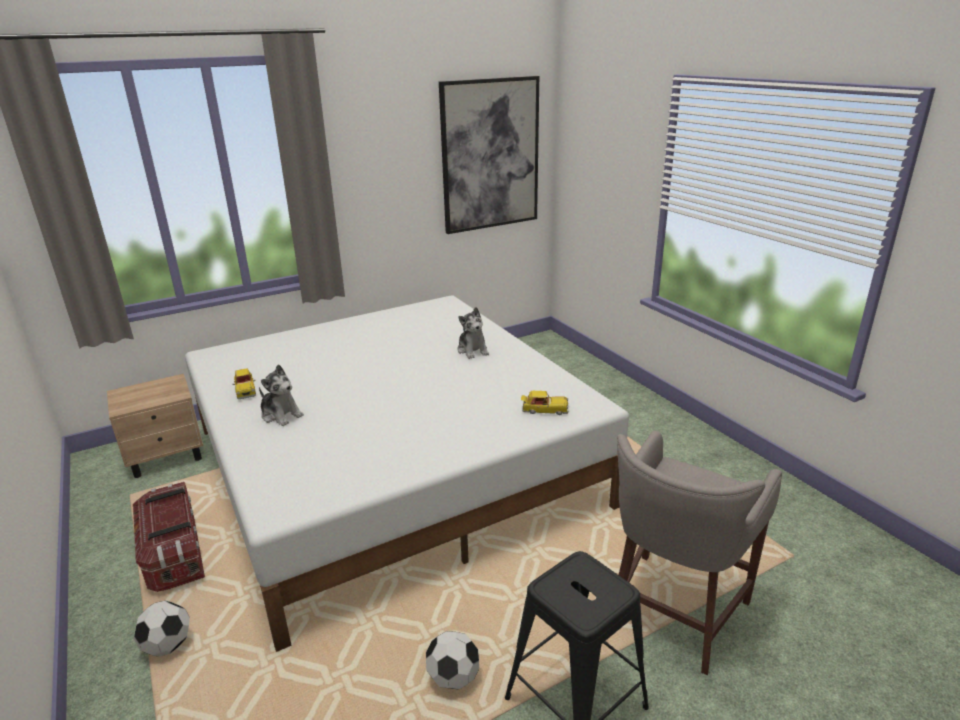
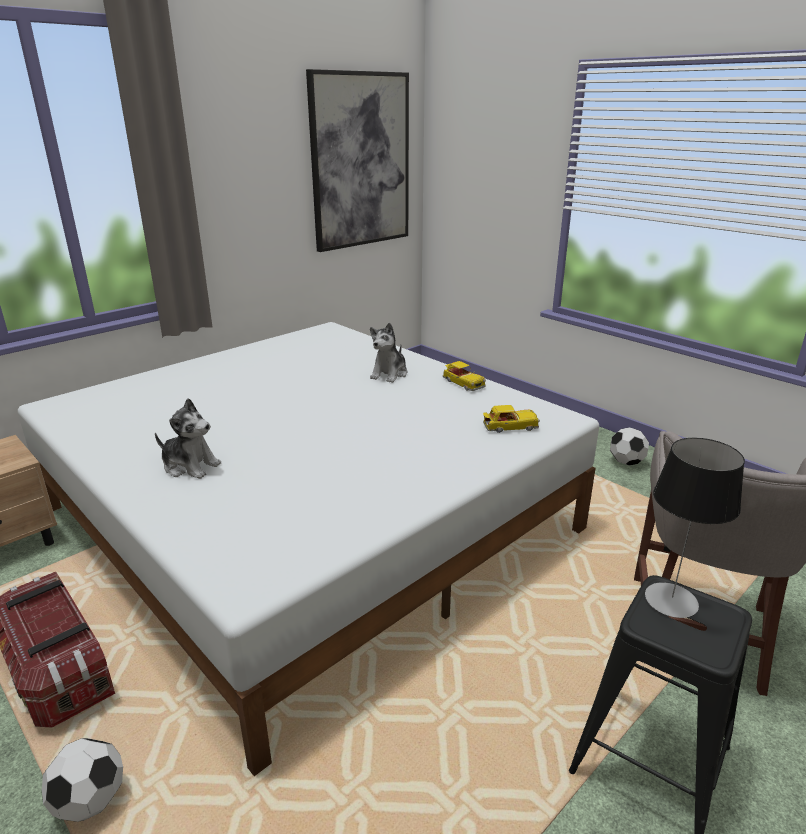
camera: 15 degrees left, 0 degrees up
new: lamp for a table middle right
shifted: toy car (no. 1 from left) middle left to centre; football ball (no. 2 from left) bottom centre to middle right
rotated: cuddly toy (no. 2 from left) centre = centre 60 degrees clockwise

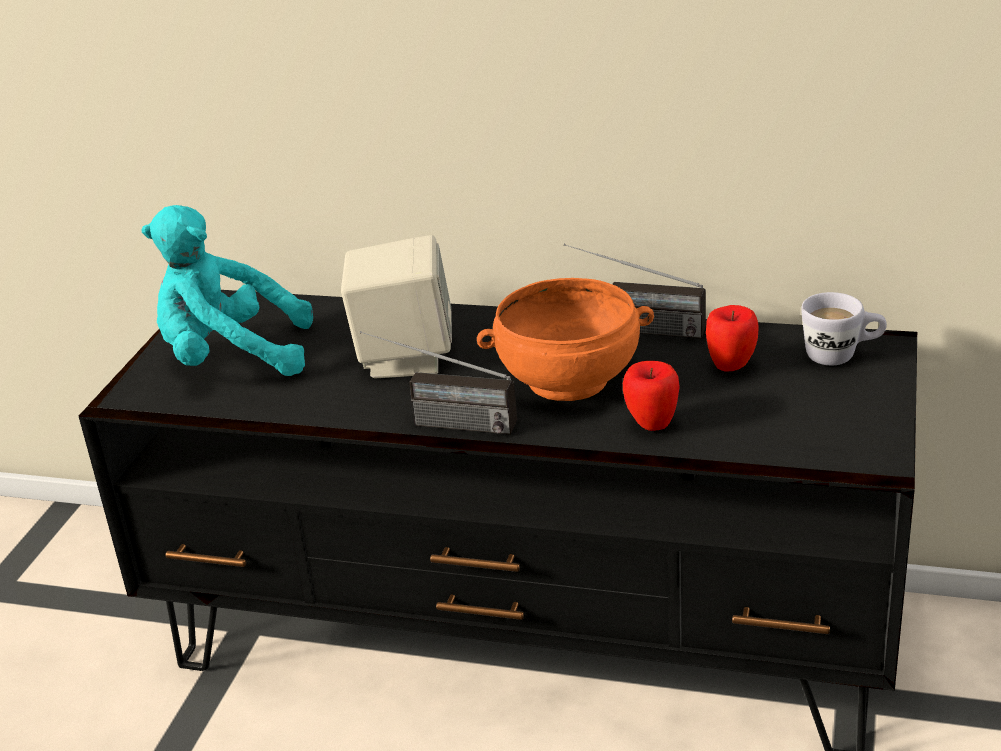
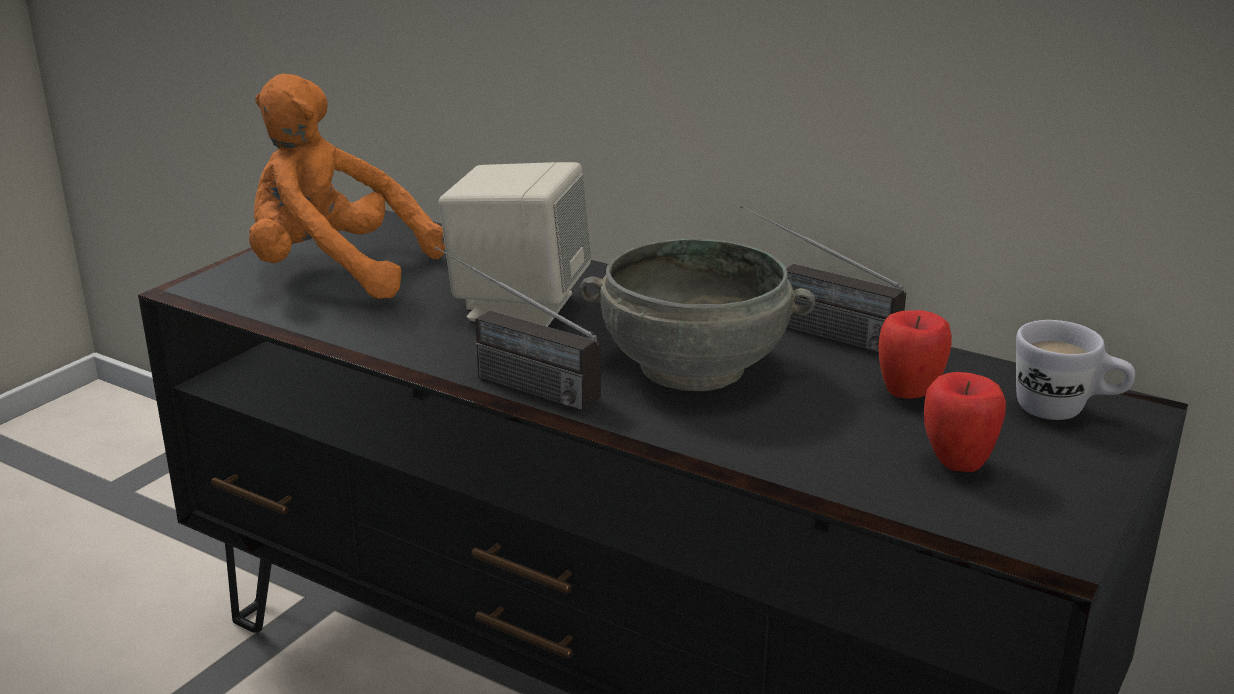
camera: 15 degrees right, 5 degrees down
shifted: apple fruit (no. 1 from left in the first image) centre to apple fruit (no. 2 from left) middle right
repainted: cuddly toy (turquoise) middle left to cuddly toy (orange-coloured) top left; deep dish (orange-coloured) centre to deep dish (greyish) centre

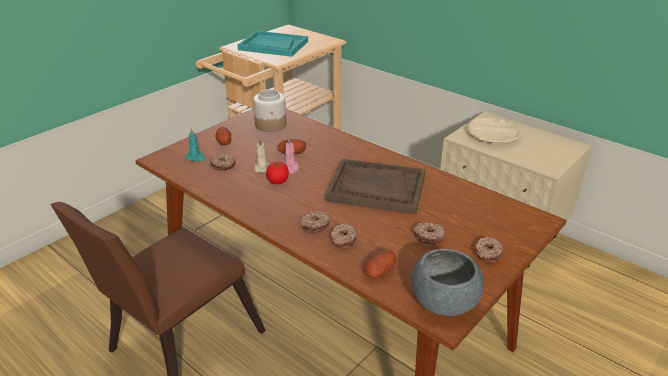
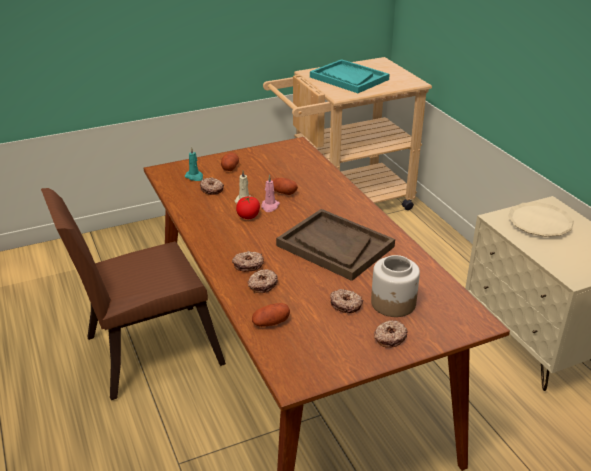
camera: 25 degrees right, 0 degrees up
gone: deep dish (greyish) bottom right
shifted: jar top centre to middle right

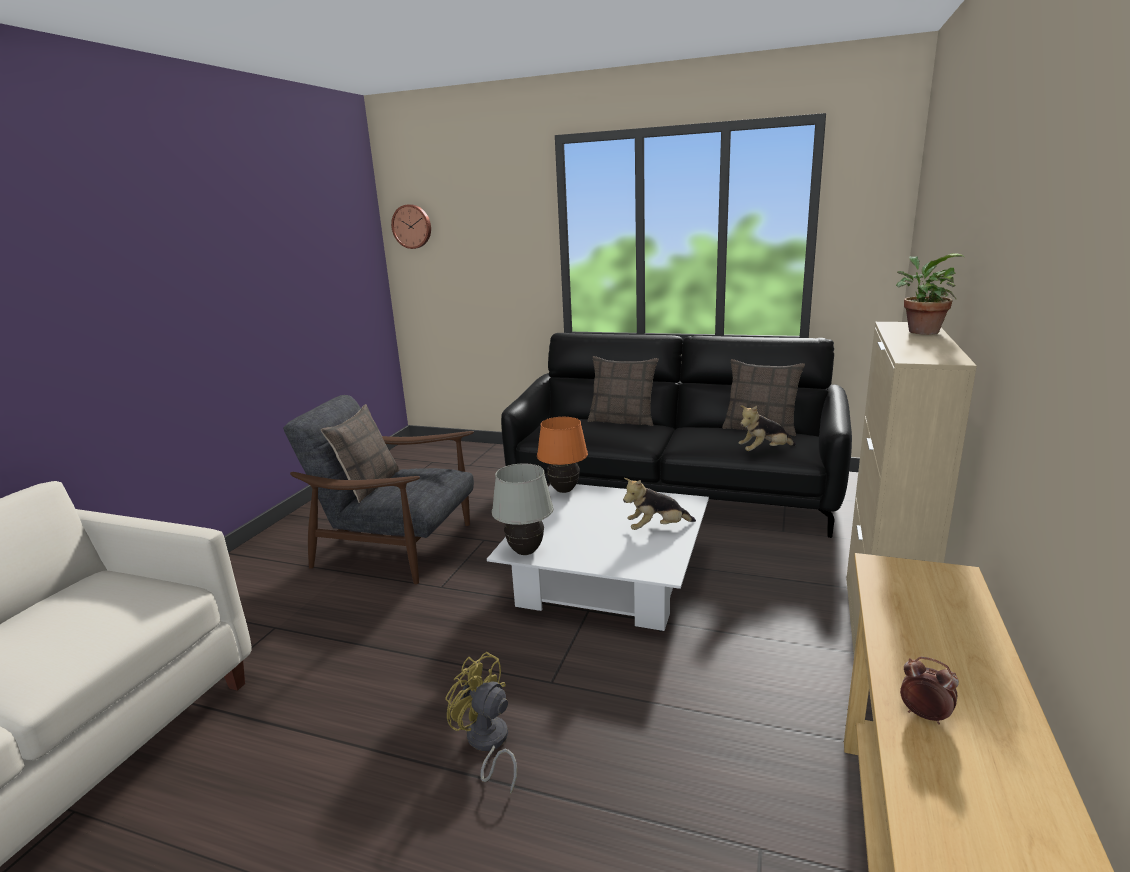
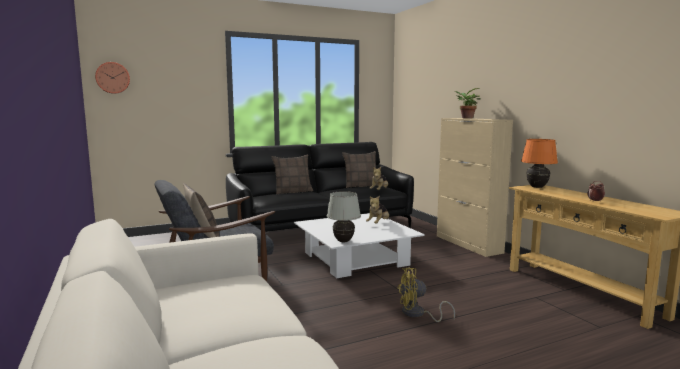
camera: 45 degrees left, 10 degrees down
shifted: lamp for a table (orange-coloured) centre to middle right

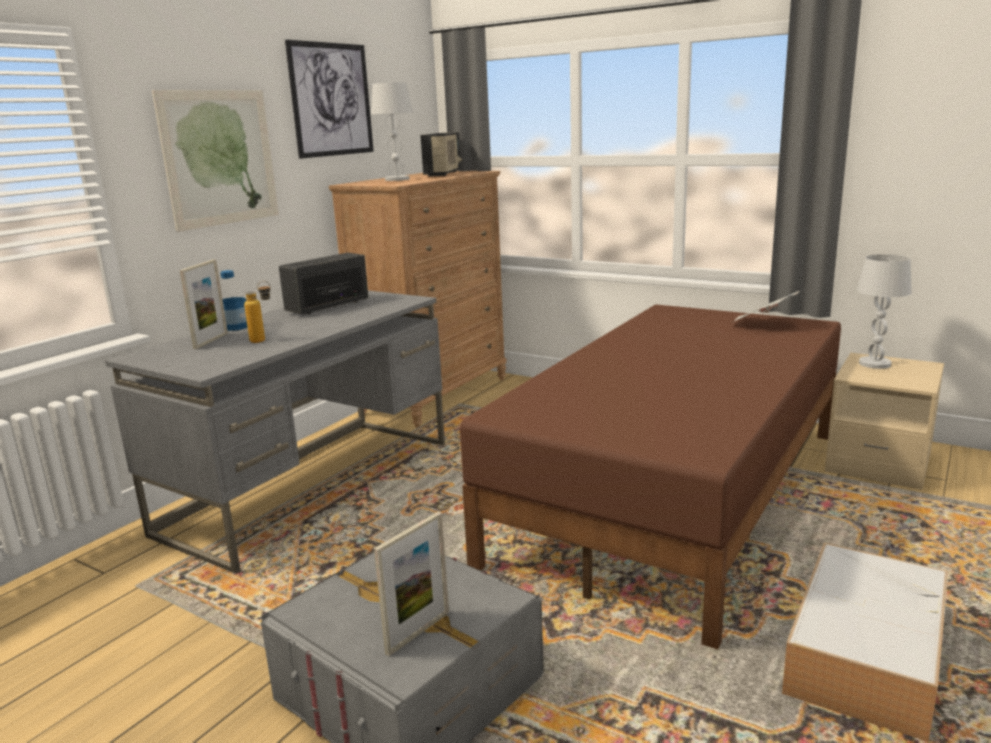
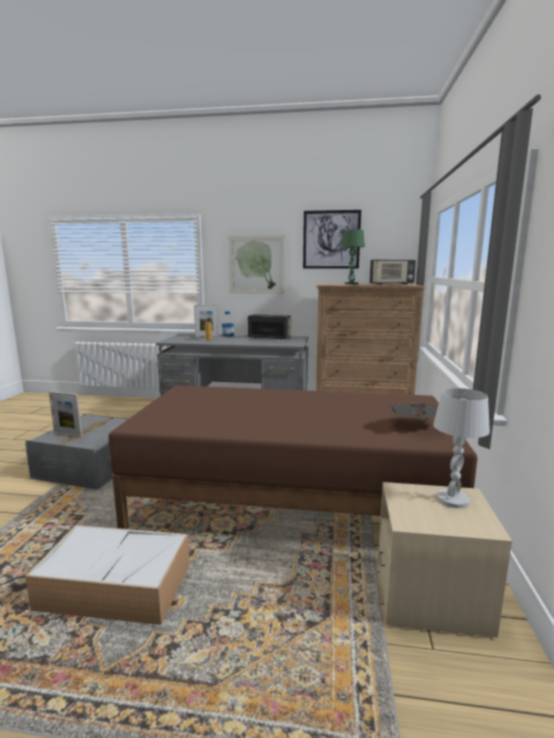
camera: 65 degrees right, 5 degrees down
repainted: lamp for a table (white) (no. 1 from left) top centre to lamp for a table (green-coloured) centre

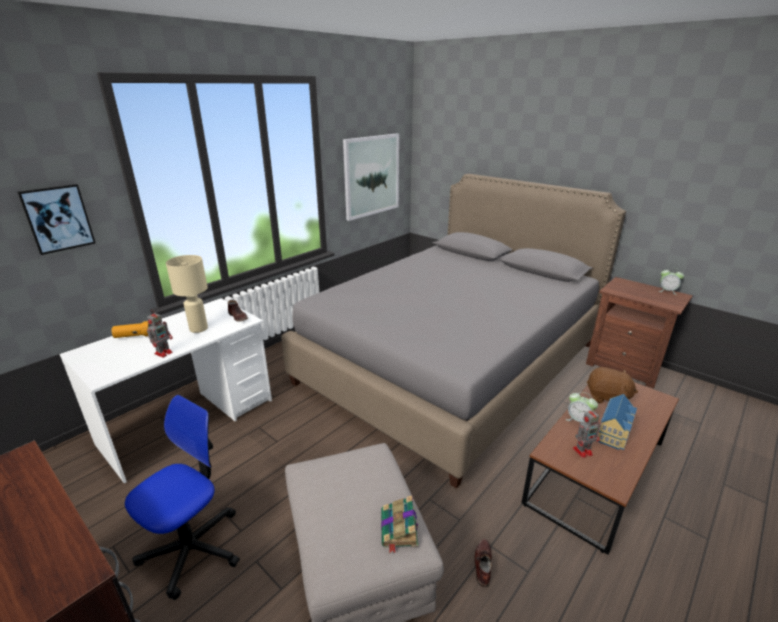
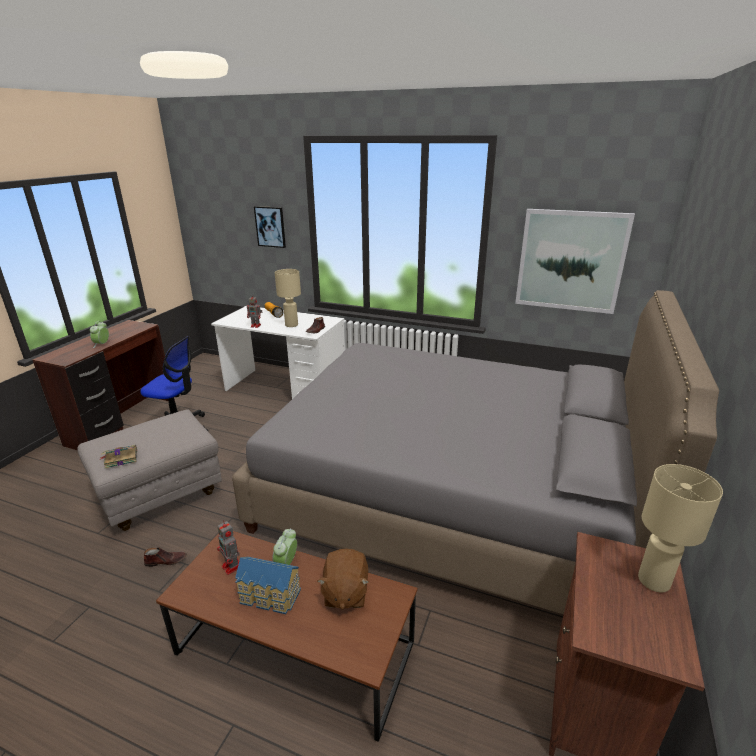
camera: 70 degrees right, 0 degrees up
new: lamp for a table (sand-coloured) (no. 2 from left) bottom right
shifted: bedside clock (no. 2 from left in the first image) middle right to bedside clock (no. 1 from left) middle left

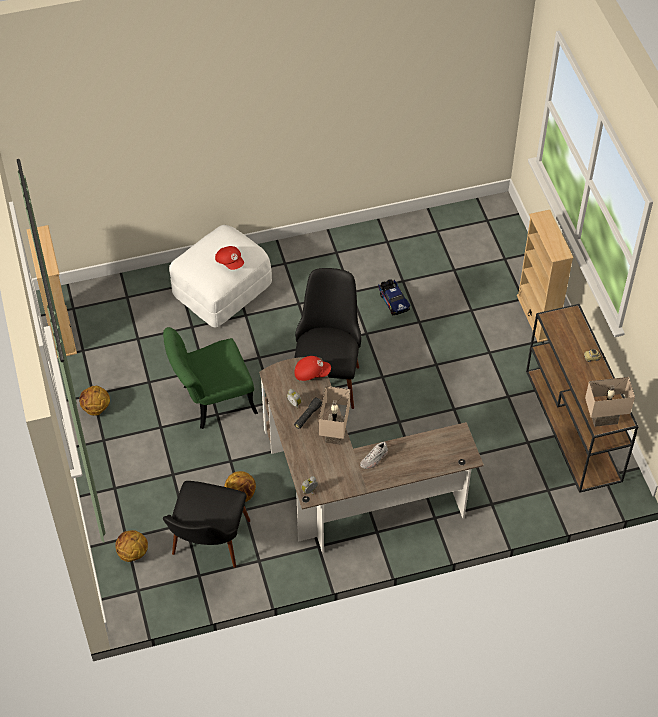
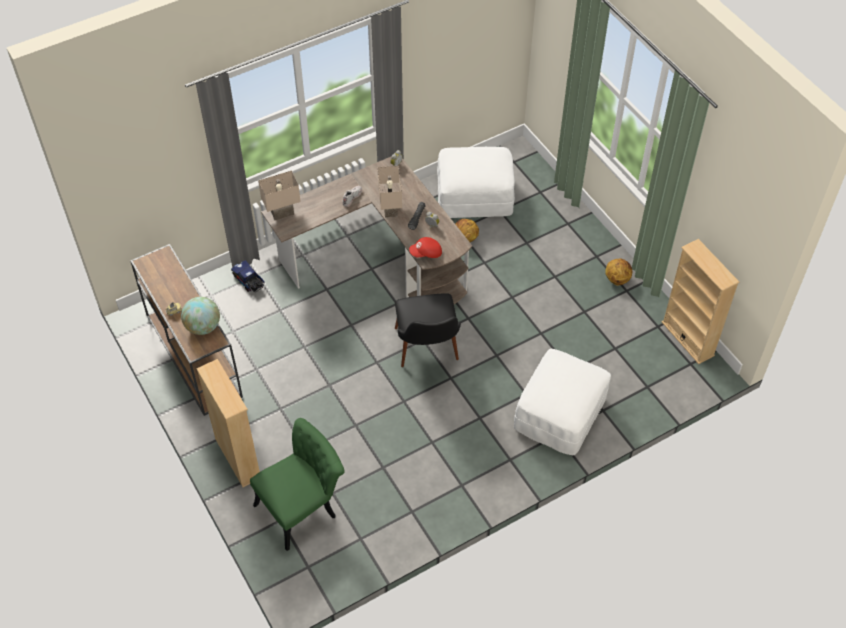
camera: 165 degrees right, 0 degrees up
gone: basketball (no. 2 from left) bottom left; baseball cap (reddish) (no. 1 from left) centre
new: world globe middle left
shifted: model truck centre to middle left; upright chair (green-coloured) middle left to bottom centre; lamp for a table (sand-coloured) (no. 2 from left in the first image) middle right to lamp for a table (sand-coloured) (no. 1 from left) top left
swapped: upright chair (black) (no. 1 from left) bottom left to ottoman (white) (no. 1 from left) top centre

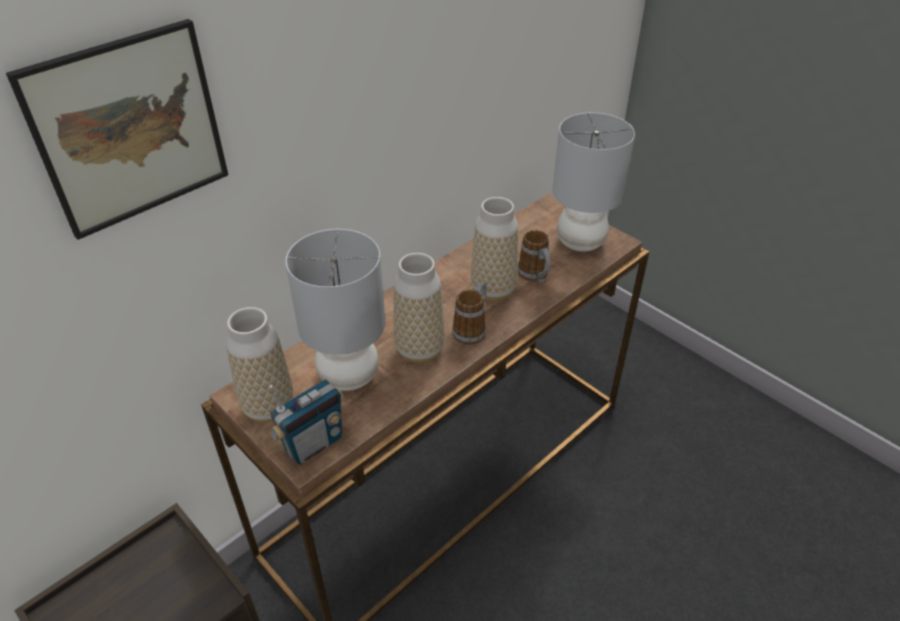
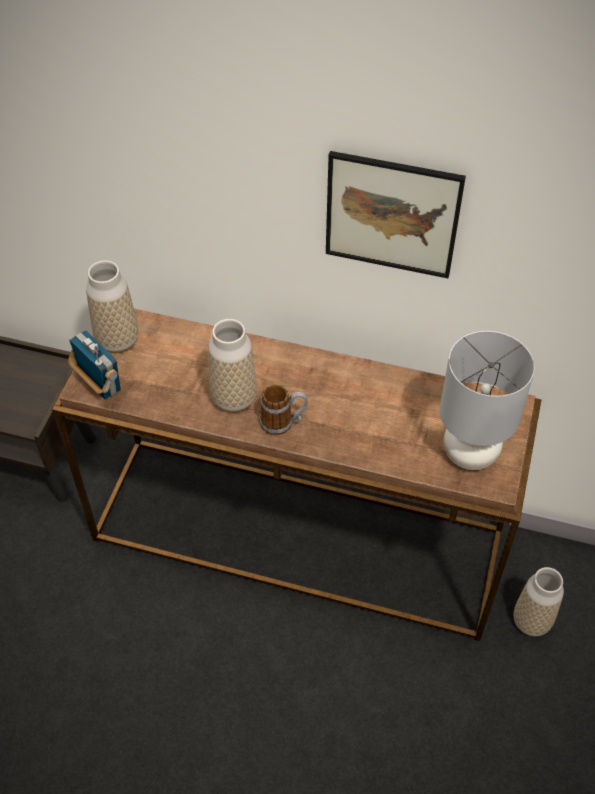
camera: 60 degrees right, 10 degrees up
gone: lamp for a table (greyish) (no. 1 from left) centre; tea mug (no. 2 from left) centre
shifted: wall picture top left to top centre; decorative vase (no. 3 from left) centre to bottom right
rotated: radio receiver bottom centre = middle left 150 degrees counterclockwise

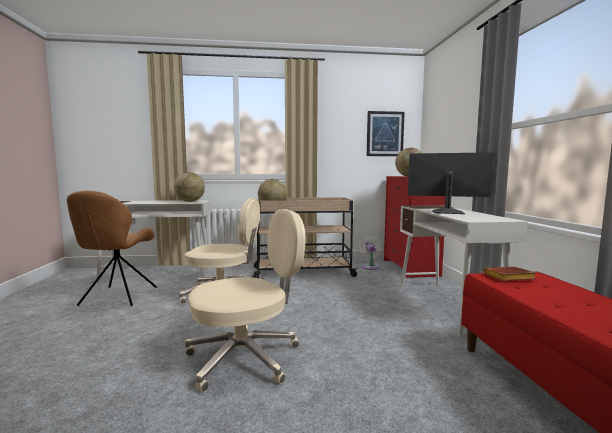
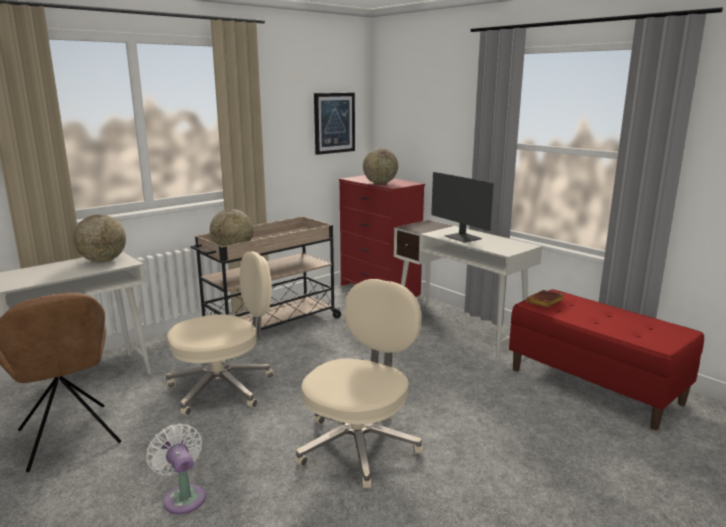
camera: 35 degrees left, 10 degrees up
shifted: electric fan (white) centre to bottom left
rotated: monitor middle right = centre 105 degrees counterclockwise

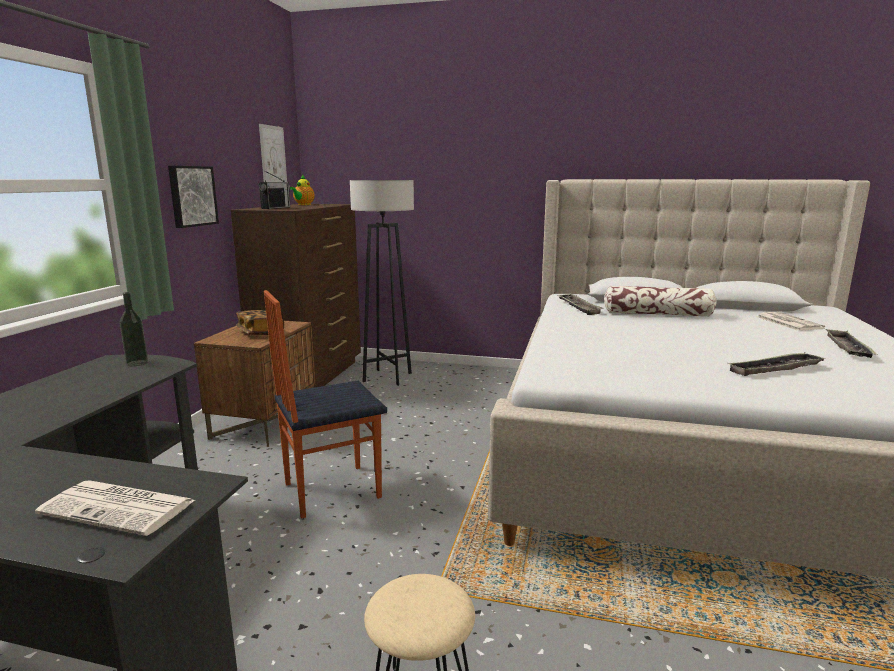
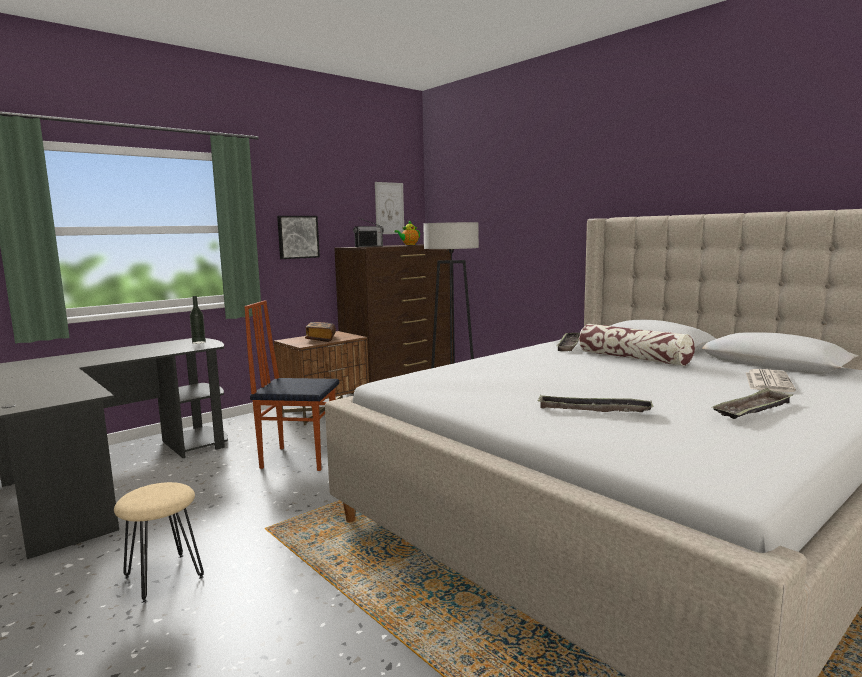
camera: 35 degrees right, 5 degrees down
gone: printed paper (no. 1 from left) bottom left

